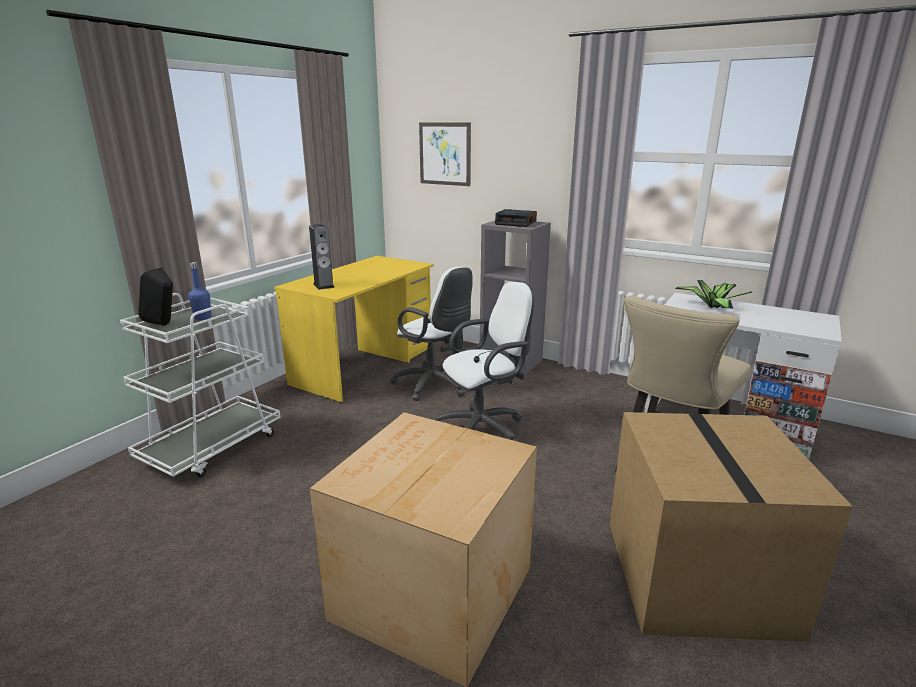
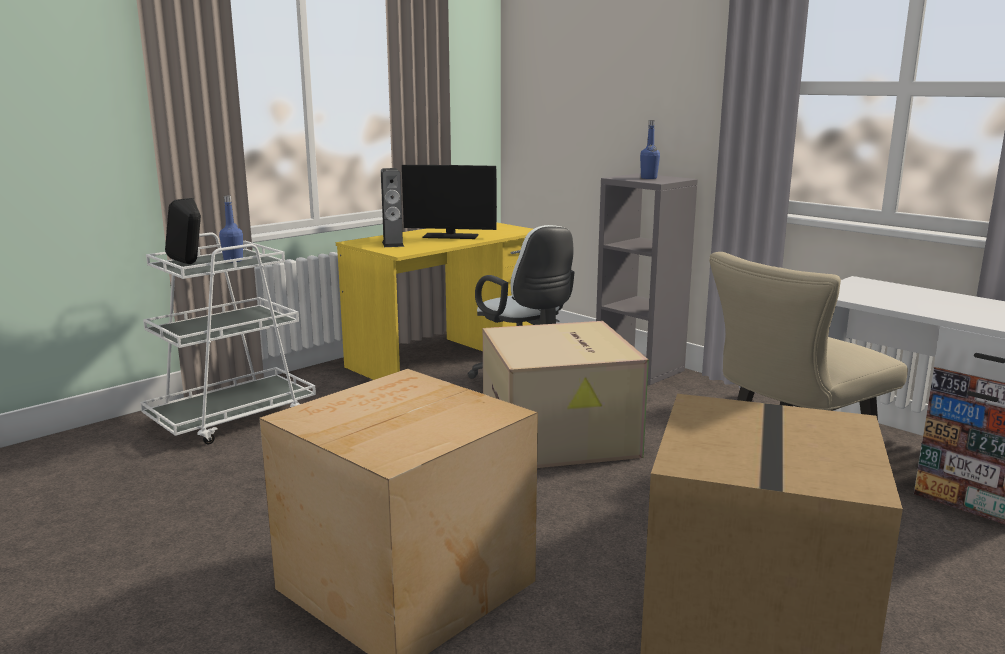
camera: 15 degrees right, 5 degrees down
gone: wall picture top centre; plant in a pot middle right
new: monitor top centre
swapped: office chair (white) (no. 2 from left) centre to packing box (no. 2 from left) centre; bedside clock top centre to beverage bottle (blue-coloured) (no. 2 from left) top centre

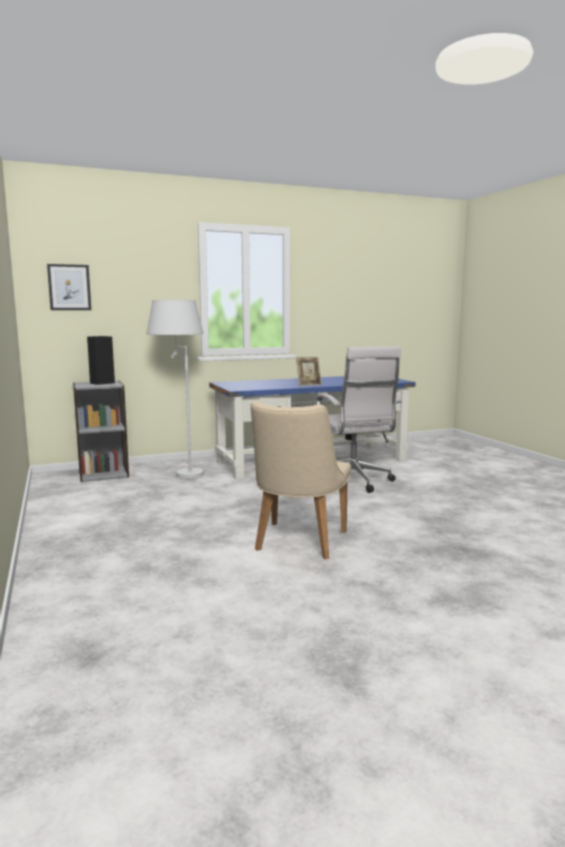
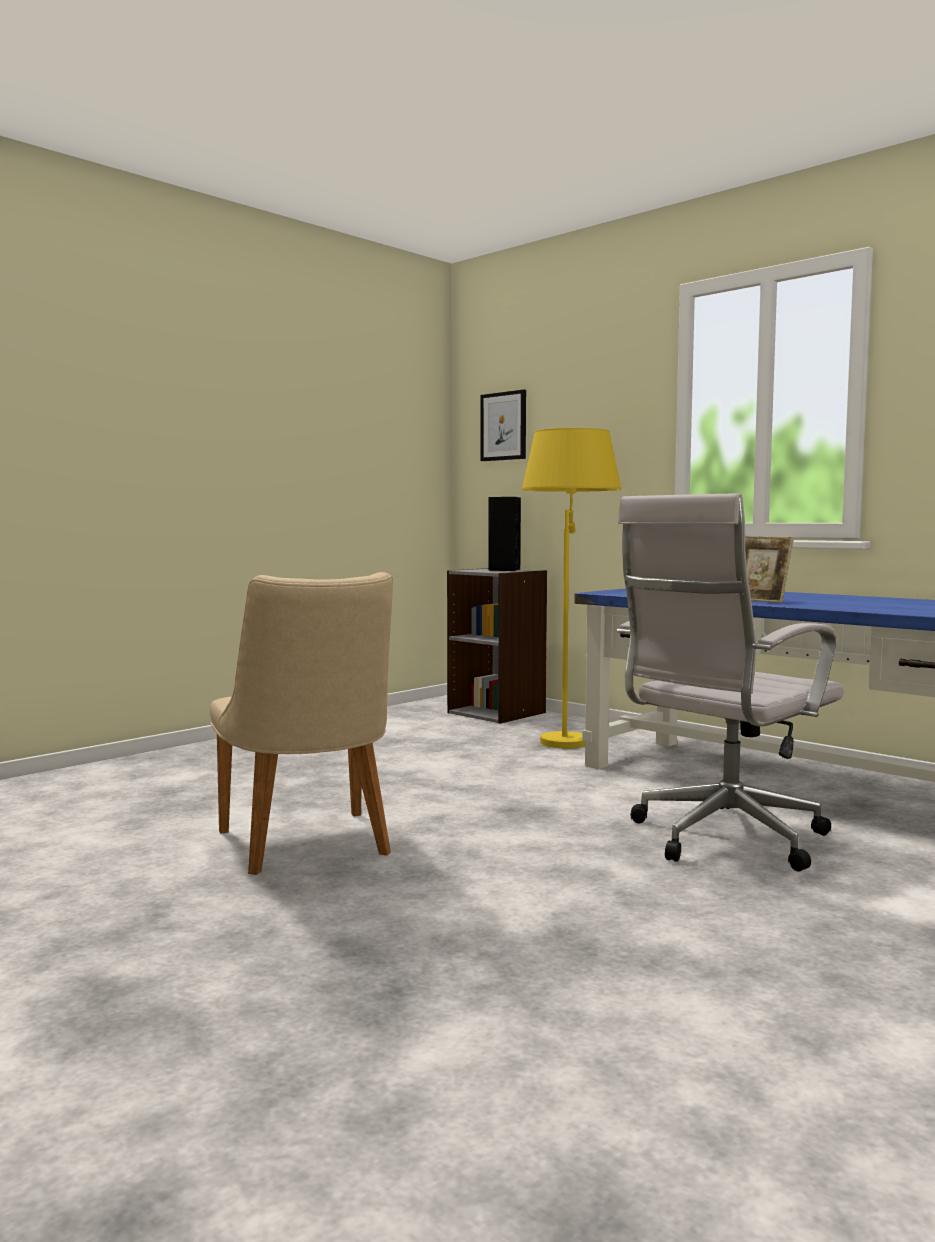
camera: 65 degrees right, 5 degrees down
repainted: floor lamp (white) middle left to floor lamp (yellow-coloured) centre
rotated: upright chair (sand-coloured) centre = middle left 105 degrees counterclockwise

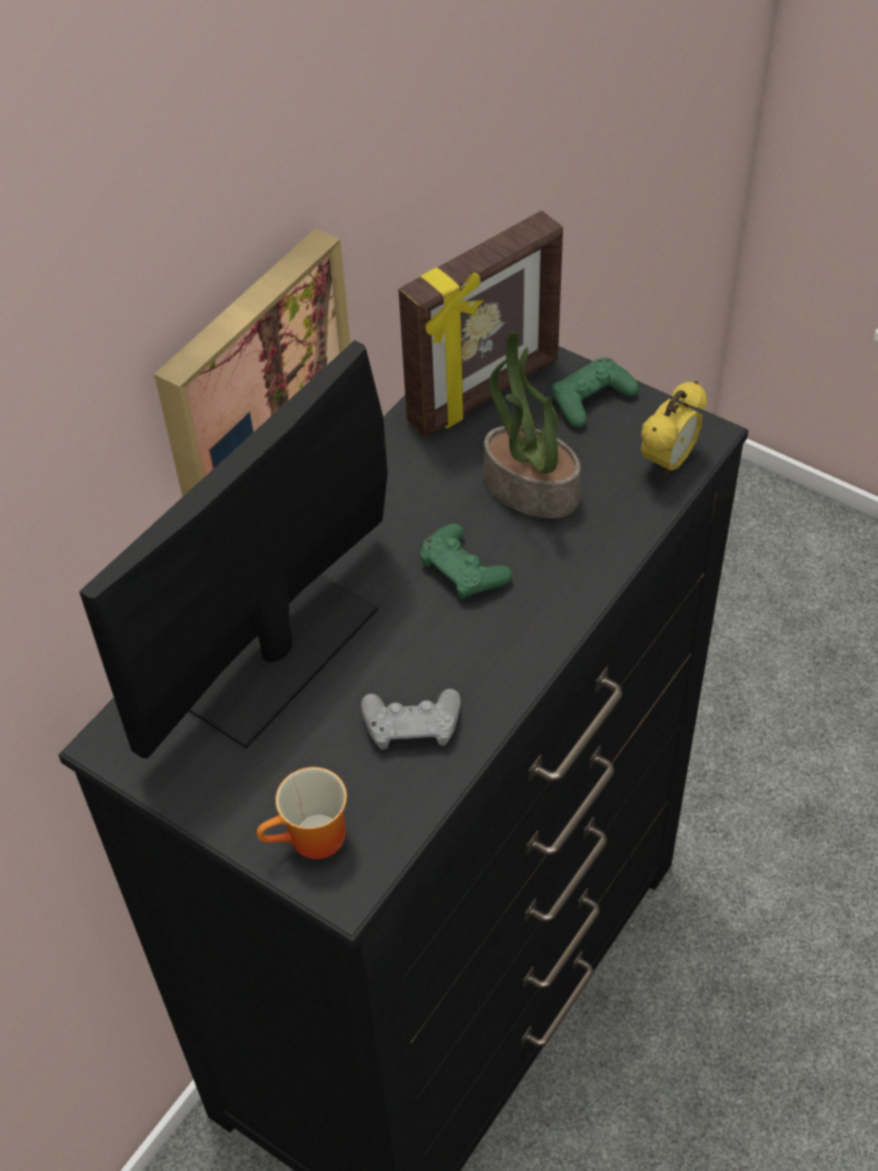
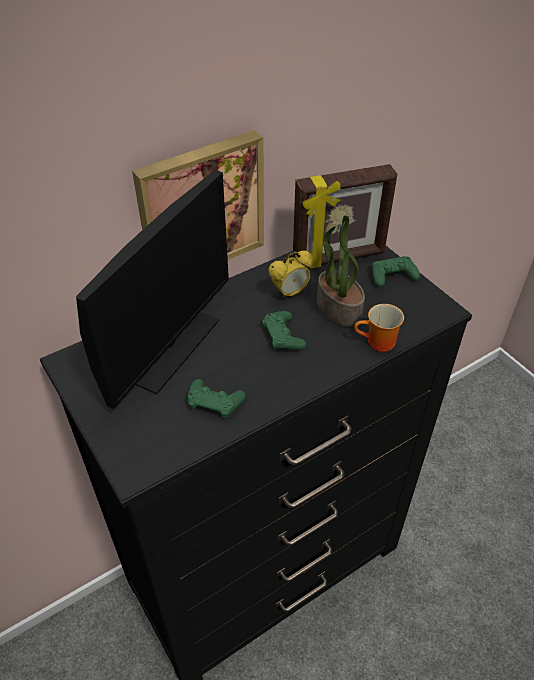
camera: 20 degrees right, 5 degrees down
shifted: bedside clock middle right to centre; tea mug bottom centre to middle right
repainted: gamepad (greyish) centre to gamepad (green-coloured) (no. 1 from left) centre
rotated: monitor middle left = middle left 150 degrees clockwise

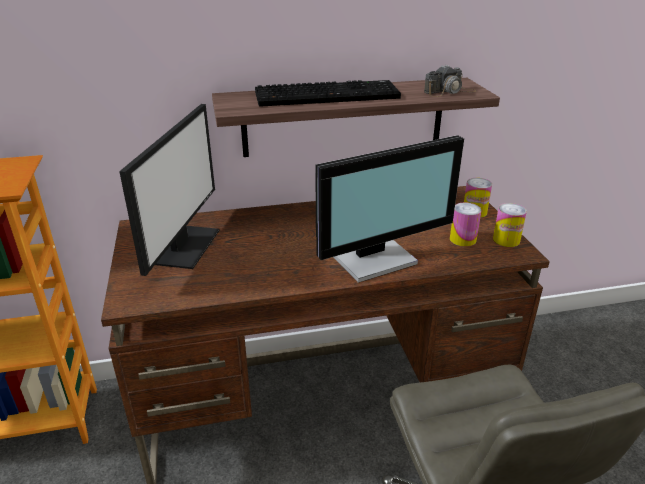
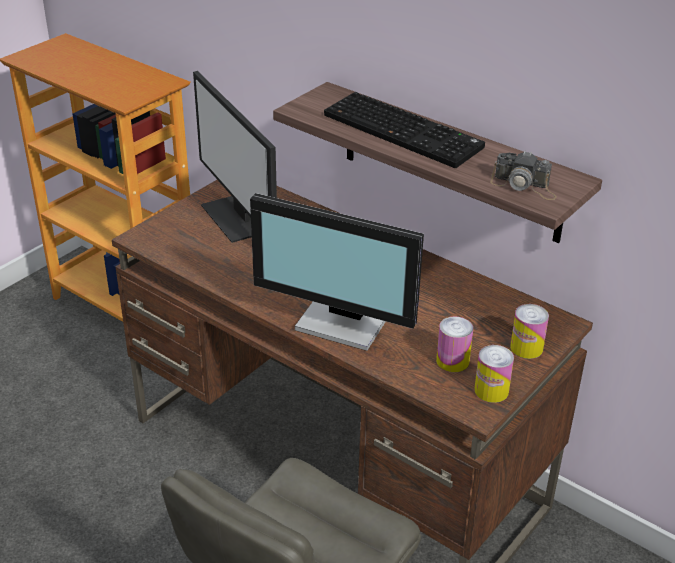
camera: 50 degrees right, 5 degrees up
rotated: monitor (no. 1 from left) middle left = top centre 90 degrees clockwise

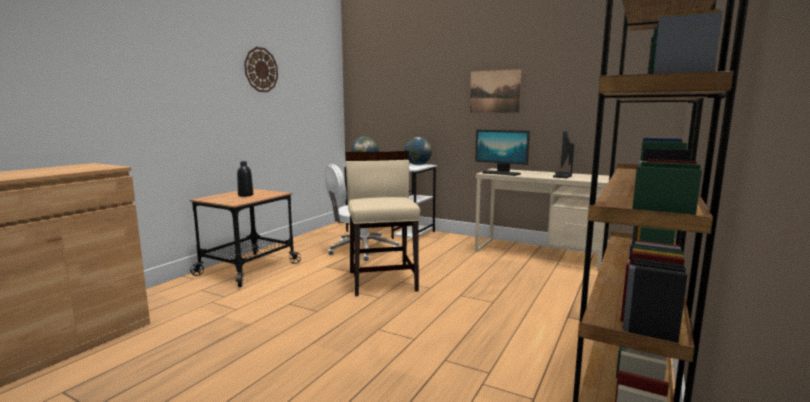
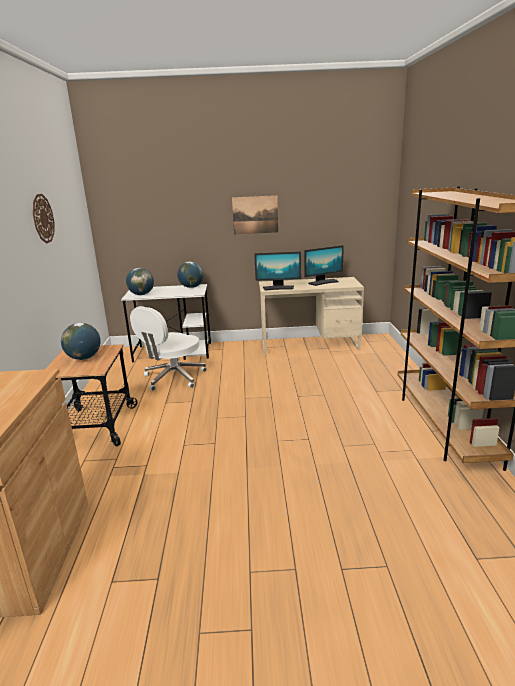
camera: 30 degrees left, 10 degrees up
gone: upright chair (sand-coloured) centre
swapped: beverage bottle (black) middle left to world globe (no. 1 from left) middle left
rotated: monitor (no. 2 from left) middle right = centre 105 degrees counterclockwise

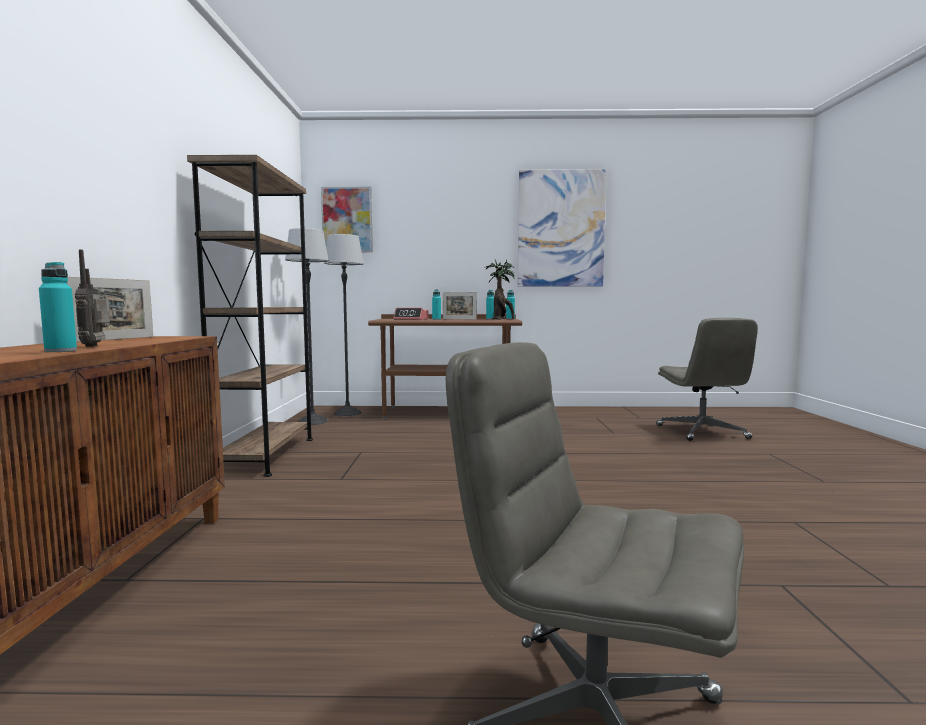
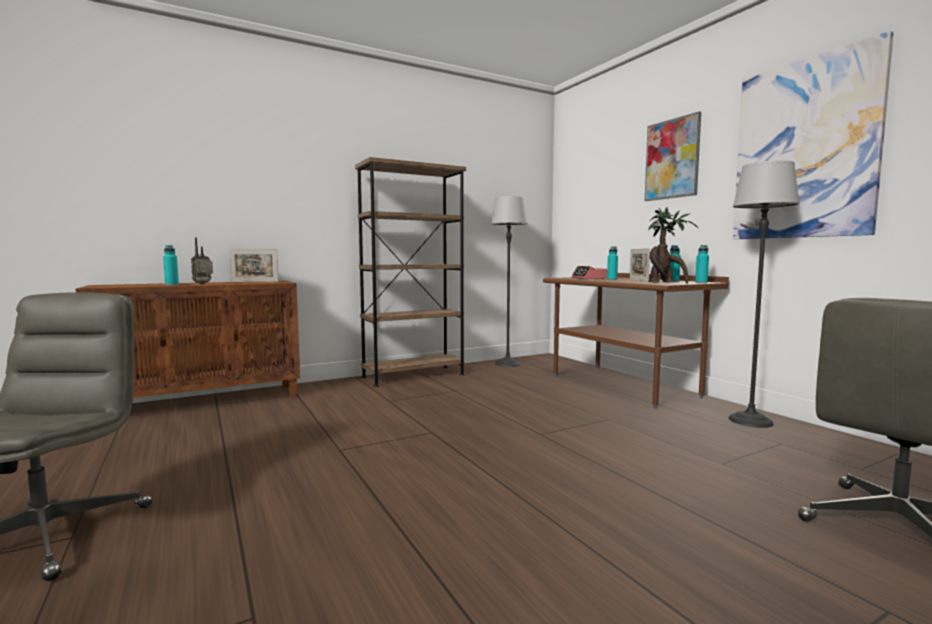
camera: 60 degrees right, 0 degrees up
shifted: wall picture (no. 1 from left) top centre to top right; floor lamp (no. 2 from left) centre to middle right

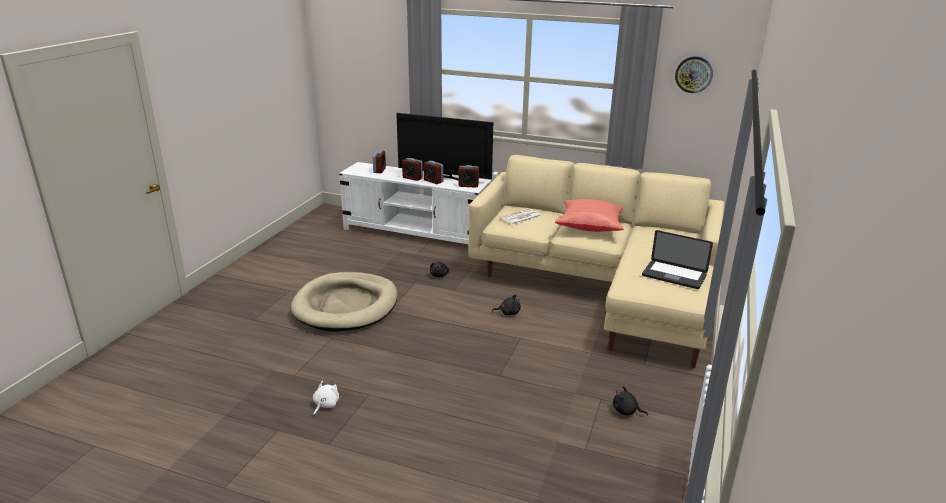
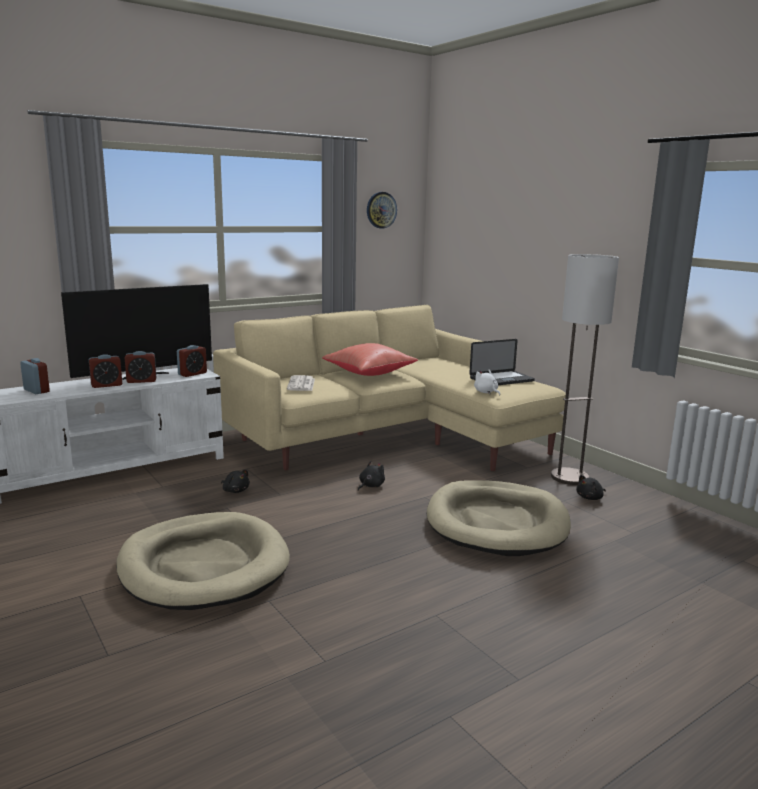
camera: 55 degrees left, 10 degrees down
new: dog bed (sand-coloured) (no. 2 from left) centre; floor lamp middle right
shifted: cuddly toy (white) bottom centre to centre

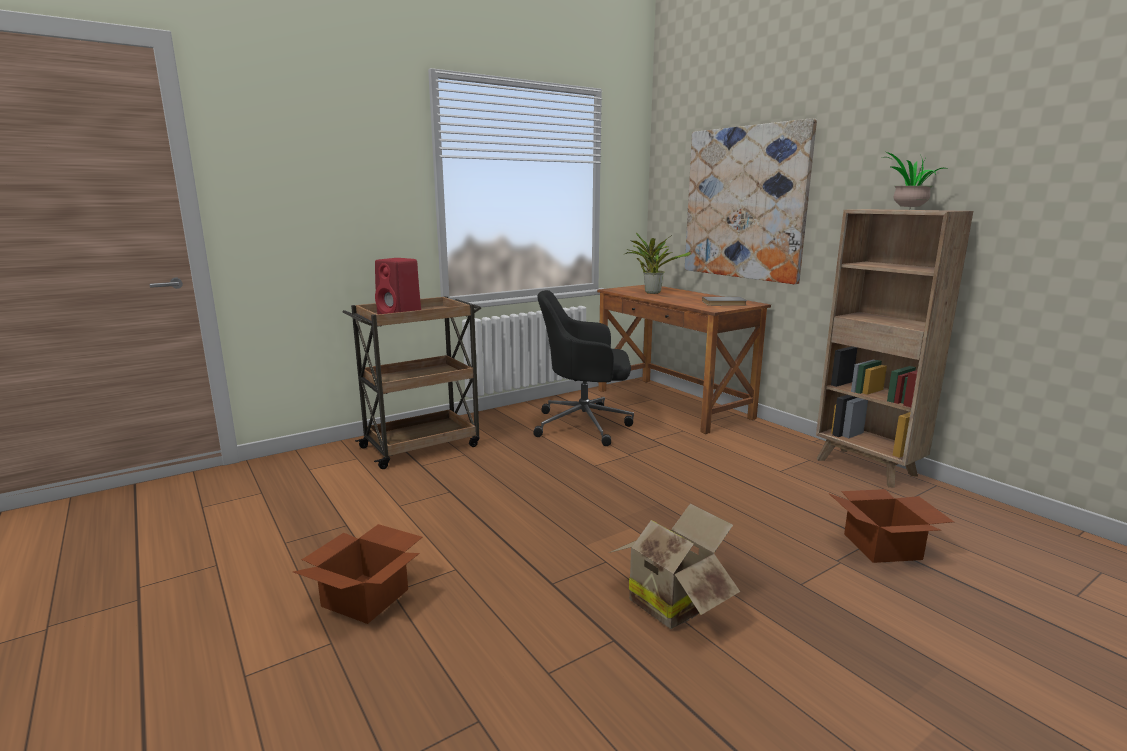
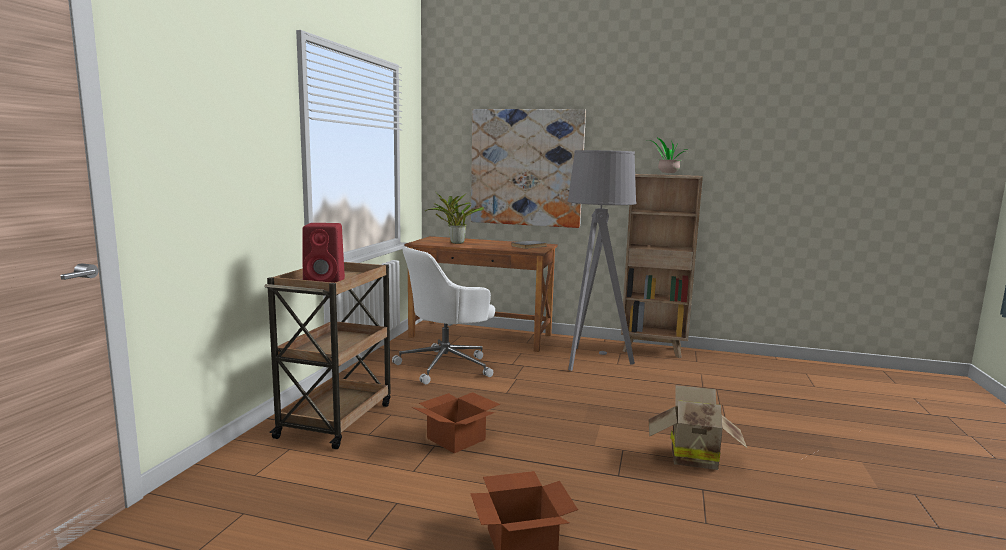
camera: 40 degrees left, 5 degrees down
new: floor lamp (greyish) centre
shifted: packing box (no. 3 from left in the first image) bottom right to packing box (no. 1 from left) bottom centre
repainted: office chair (black) centre to office chair (white) centre

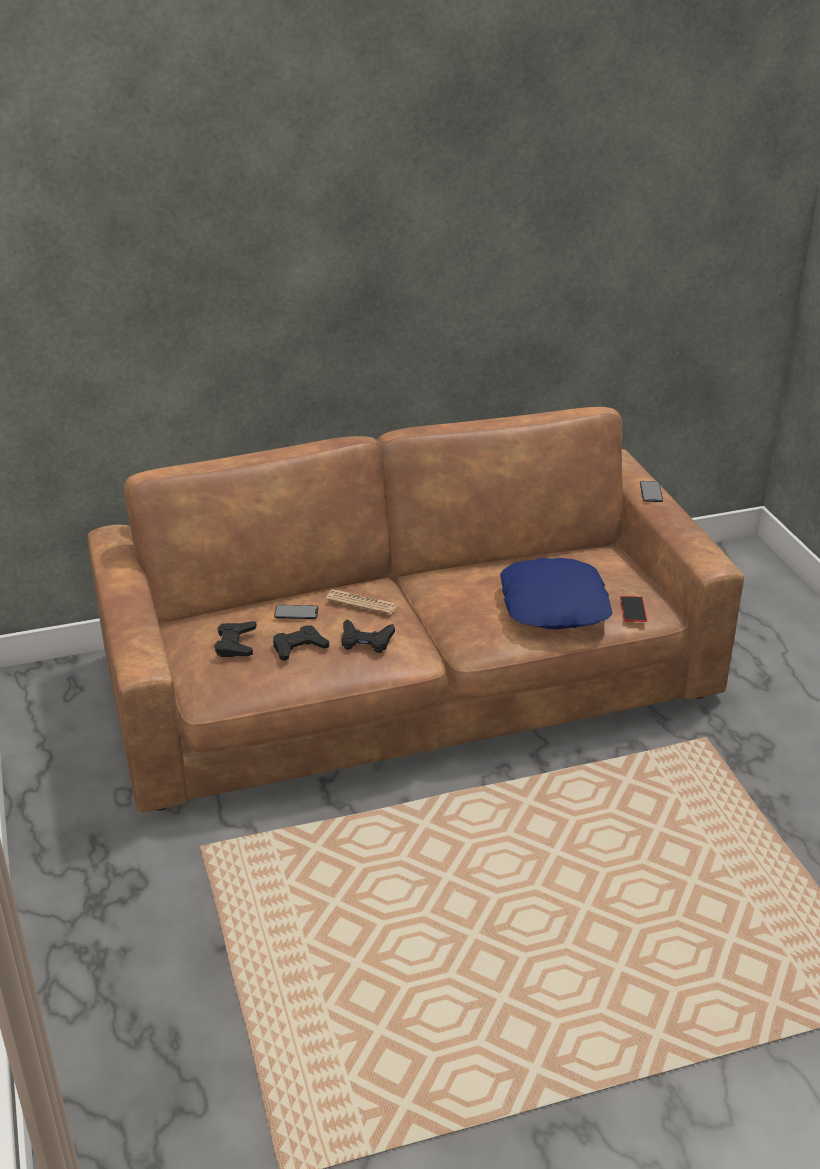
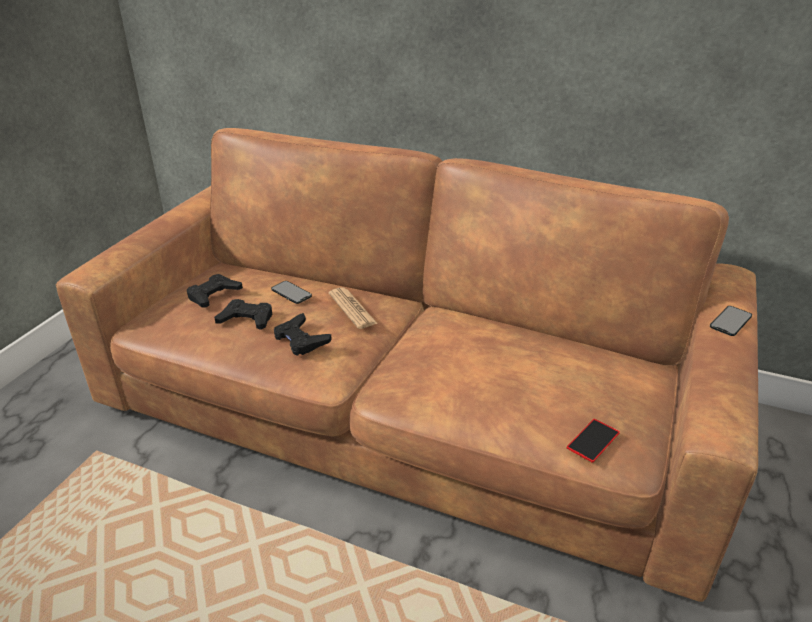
camera: 40 degrees right, 0 degrees up
gone: pillow (blue-coloured) middle right

